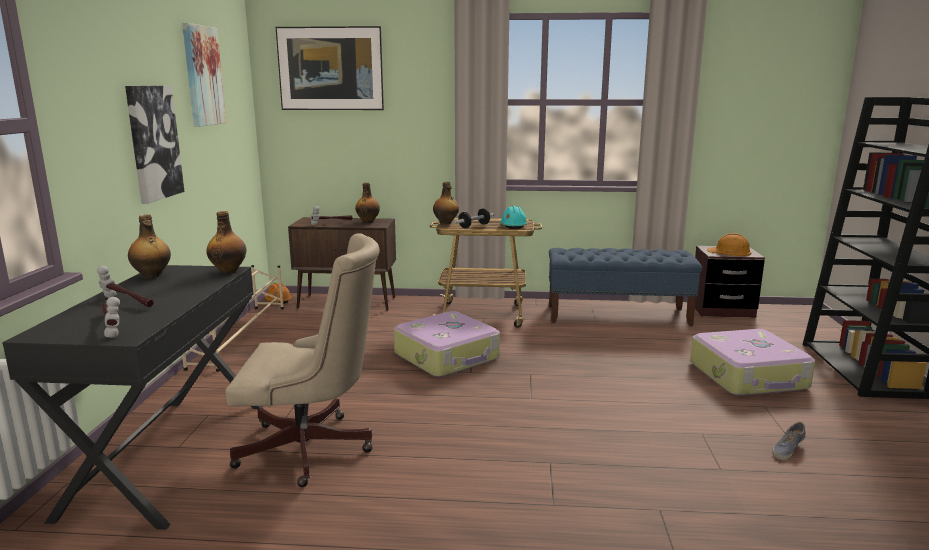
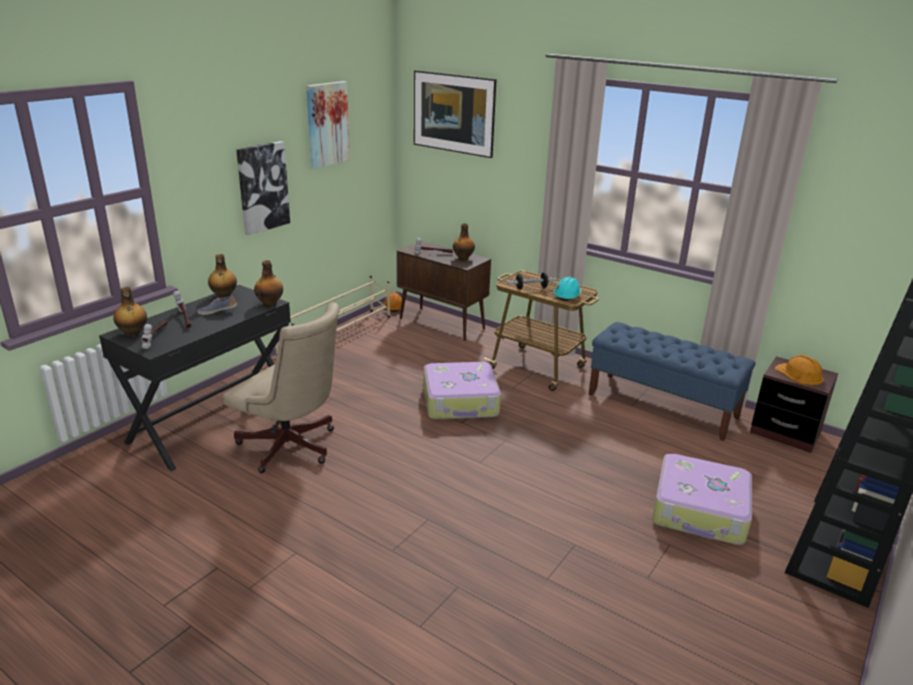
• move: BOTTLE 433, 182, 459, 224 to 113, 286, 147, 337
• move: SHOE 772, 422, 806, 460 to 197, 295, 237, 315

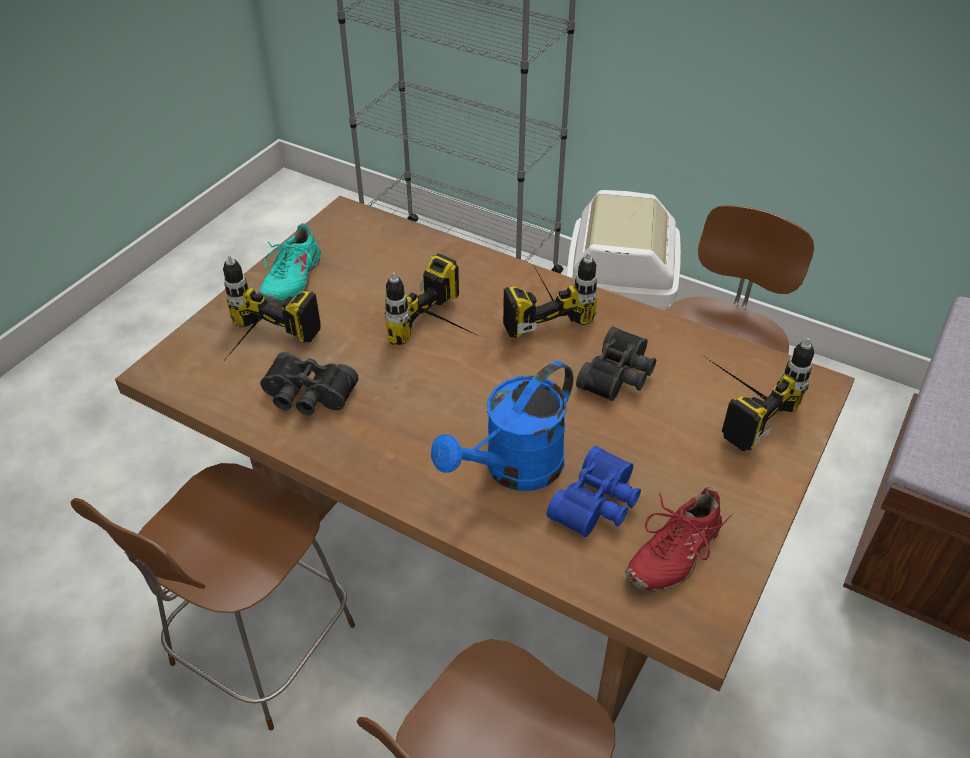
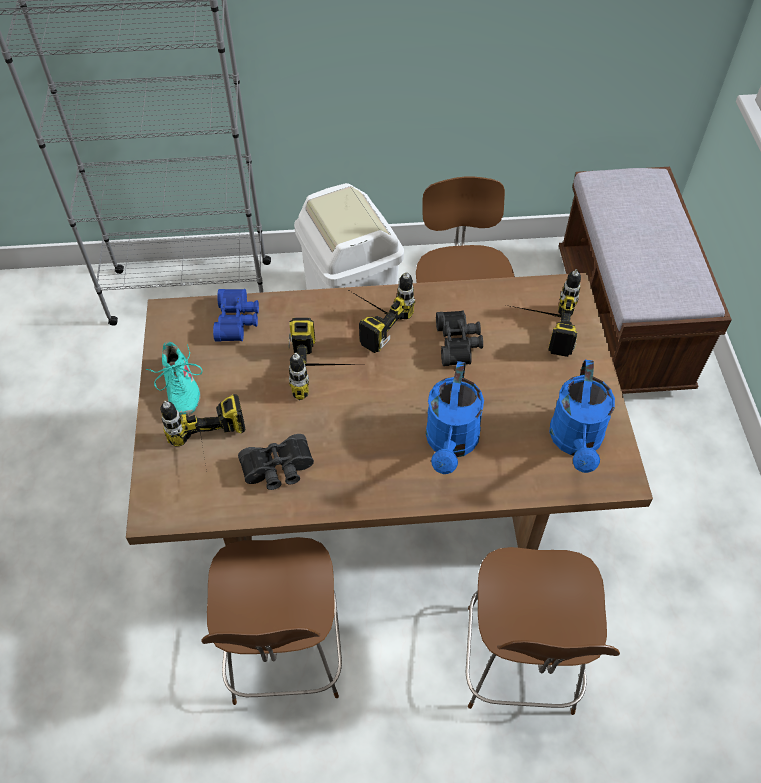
• move: BLUE BINOCULARS 547, 446, 641, 537 to 213, 289, 259, 342
• replace: RED SHOE 625, 487, 731, 591 to BLUE WATERING CAN 550, 360, 615, 473

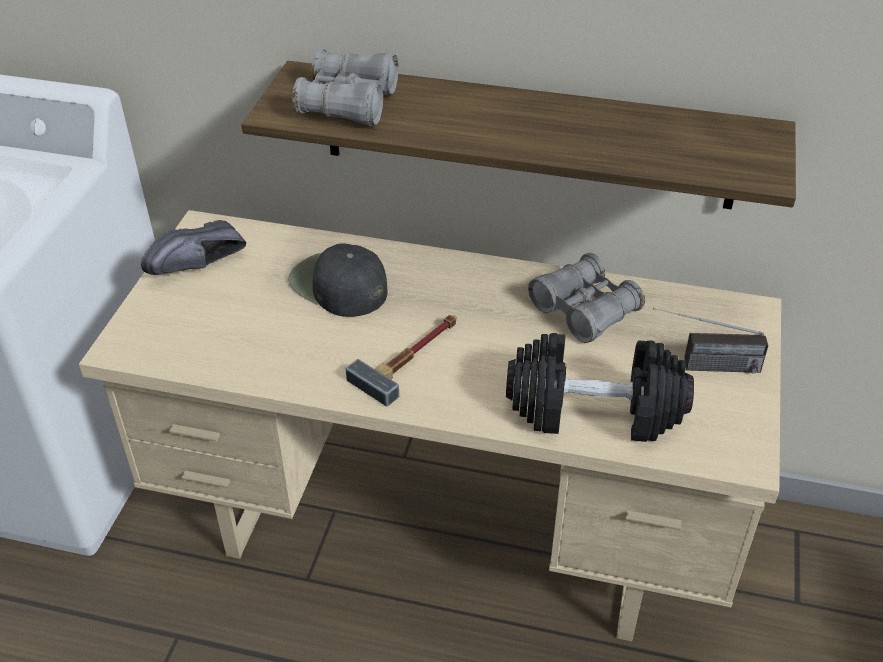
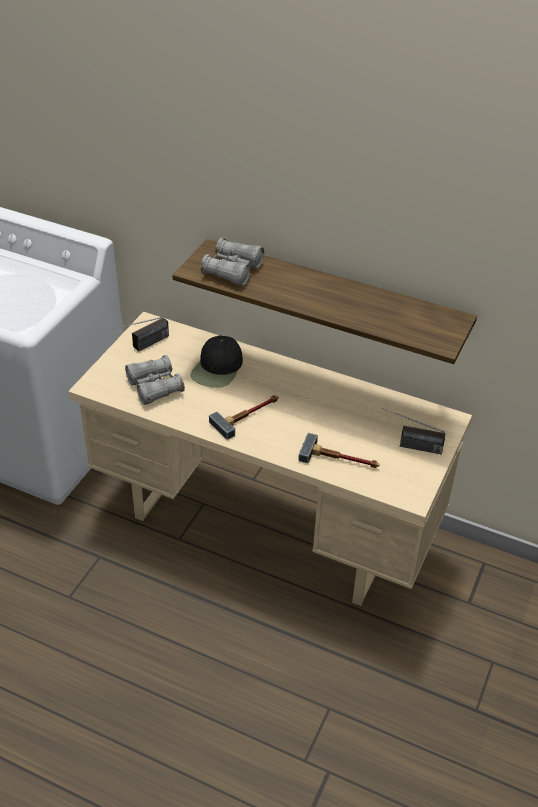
• replace: BLACK SHOE 141, 220, 246, 275 to RADIO 113, 317, 169, 351
• rotate: BLACK CAP 288, 243, 388, 317 = 191, 335, 243, 388 120 degrees counterclockwise
• replace: BLACK DUMBBELL 506, 333, 694, 442 to HAMMER 298, 433, 380, 468
• move: GREY BINOCULARS 528, 253, 645, 343 to 125, 355, 185, 405

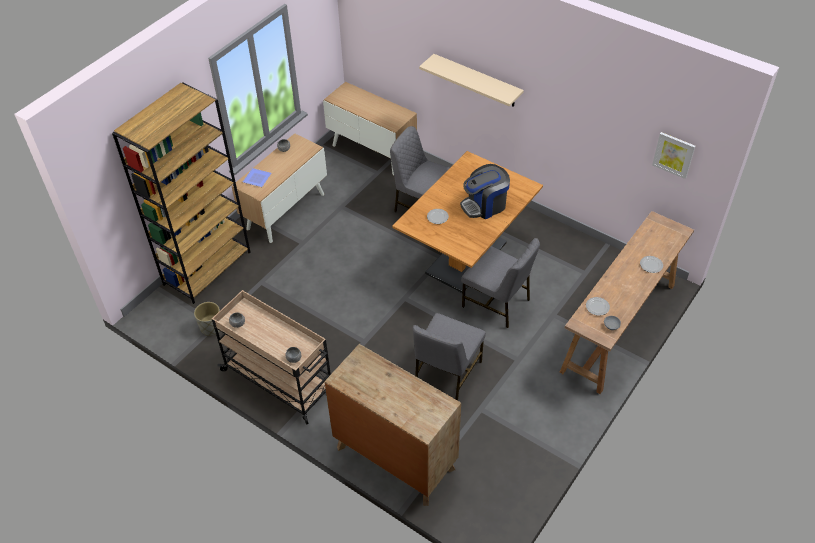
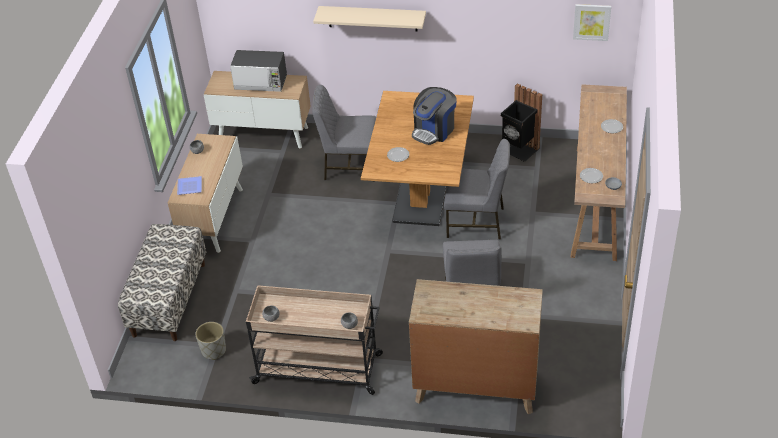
• replace: BROWN BOOKCASE 112, 83, 251, 304 to BENCH 118, 224, 206, 341
• insert: MICROWAVE 230, 50, 287, 92
• insert: BLACK TRASH CAN 501, 83, 542, 162

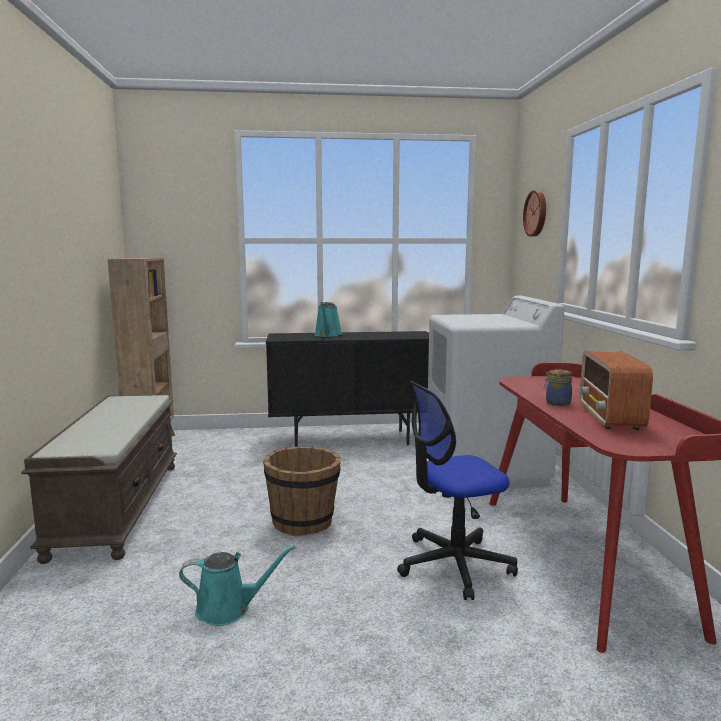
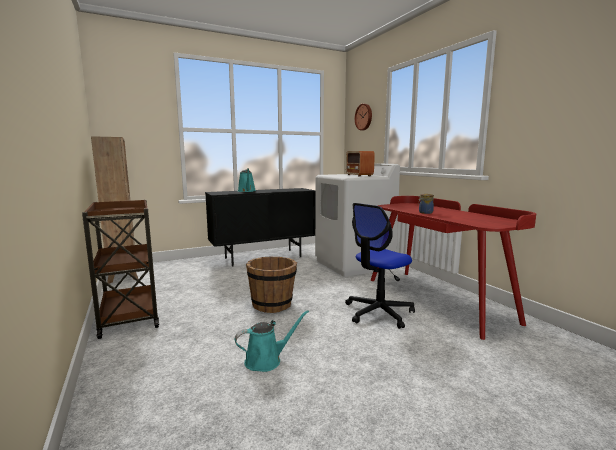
• replace: BROWN BENCH 21, 395, 177, 564 to BROWN CART 82, 200, 159, 339
• move: RADIO 580, 351, 653, 430 to 346, 151, 375, 177

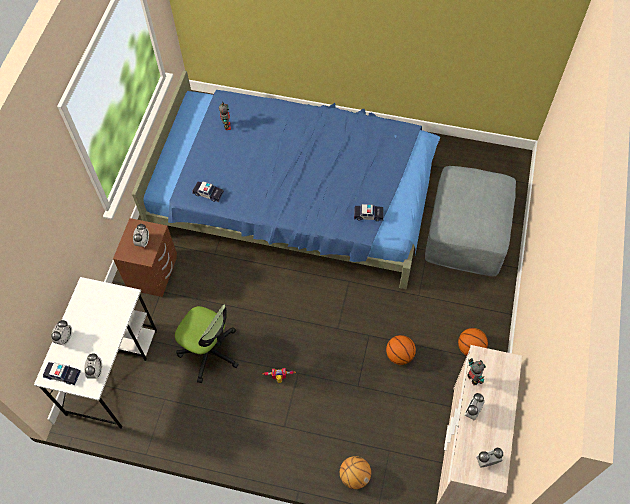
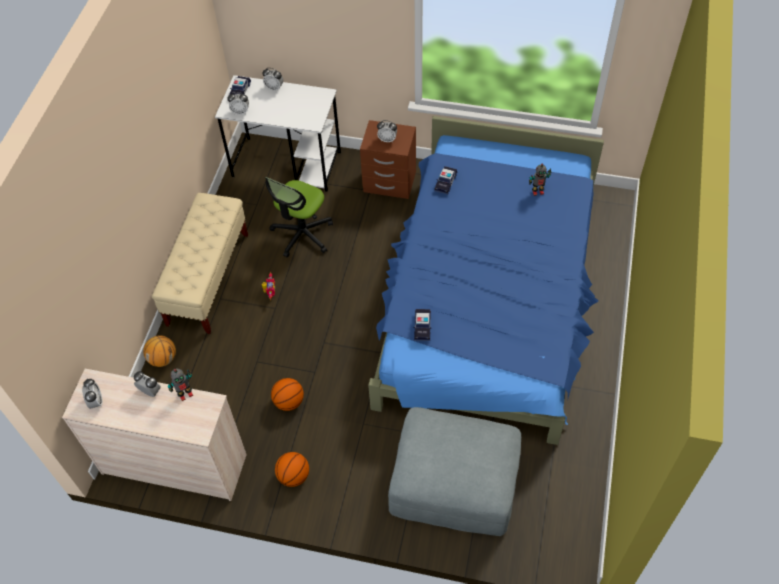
• insert: BEIGE BENCH 152, 193, 248, 334

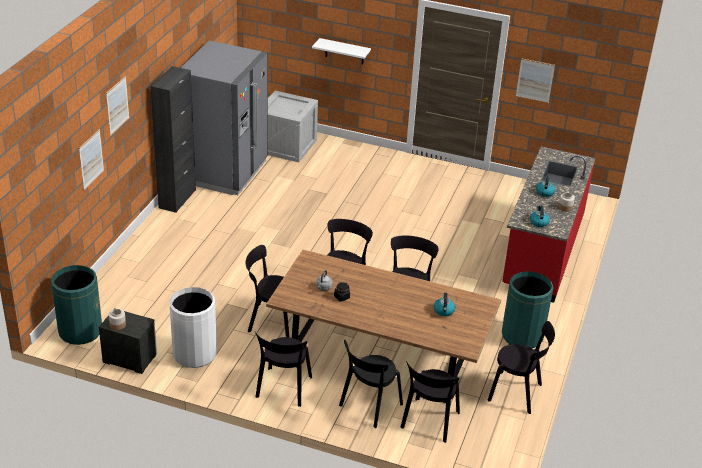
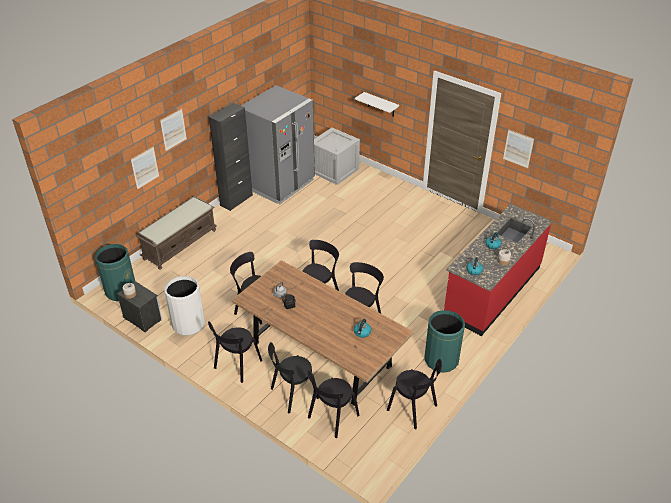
• insert: BROWN BENCH 136, 196, 217, 270

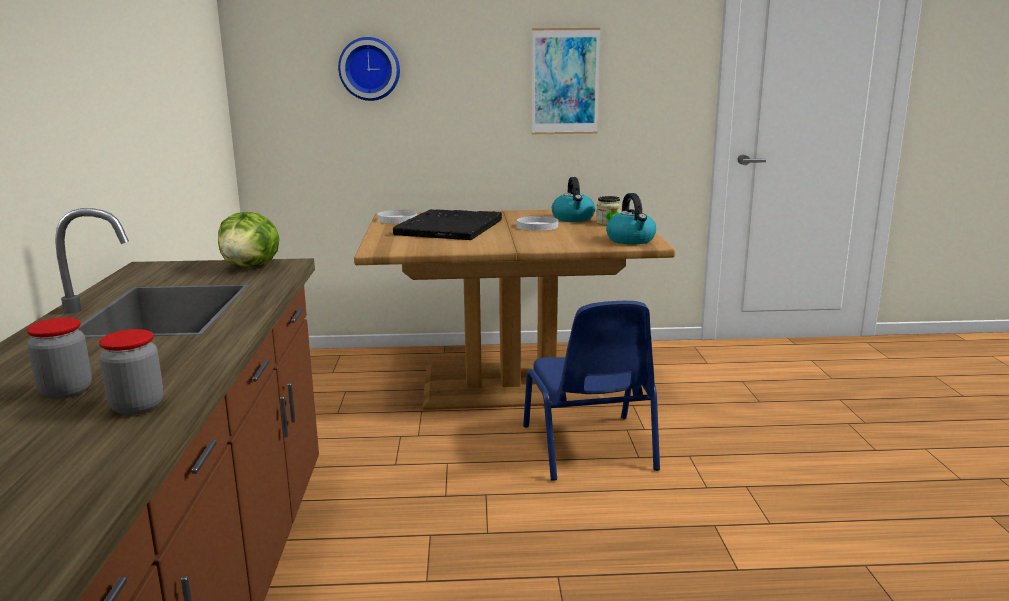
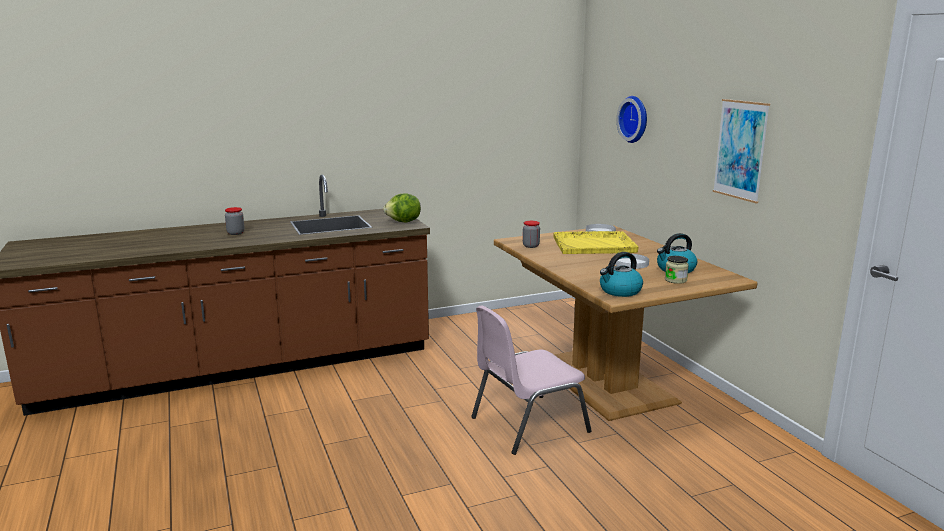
• move: JAR 99, 329, 164, 415 to 523, 221, 540, 248
• recolor: BLACK TRAY 393, 209, 502, 240 to YELLOW TRAY 554, 231, 638, 254
• recolor: BLUE CHAIR 523, 301, 660, 481 to PINK CHAIR 471, 306, 592, 455

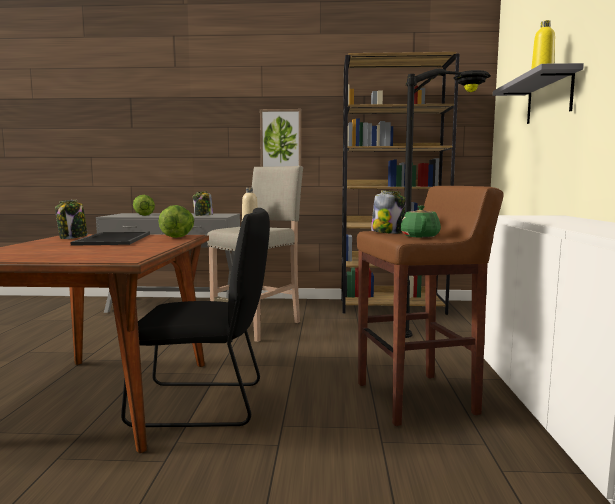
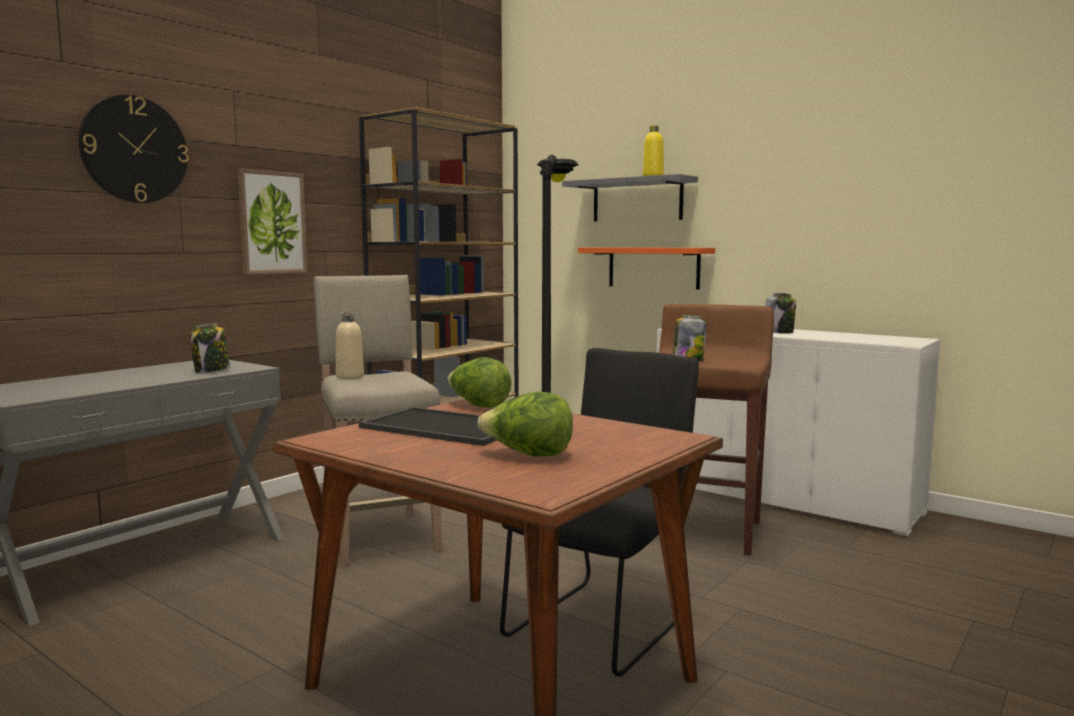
• move: JAR 55, 200, 88, 239 to 766, 293, 796, 334
• move: LETTUCE 133, 195, 155, 216 to 477, 391, 573, 456
• delete: GREEN TEAPOT 400, 205, 441, 238
• insert: WALL CLOCK 79, 94, 189, 203
• insert: ORANGE SHELF 578, 247, 715, 290

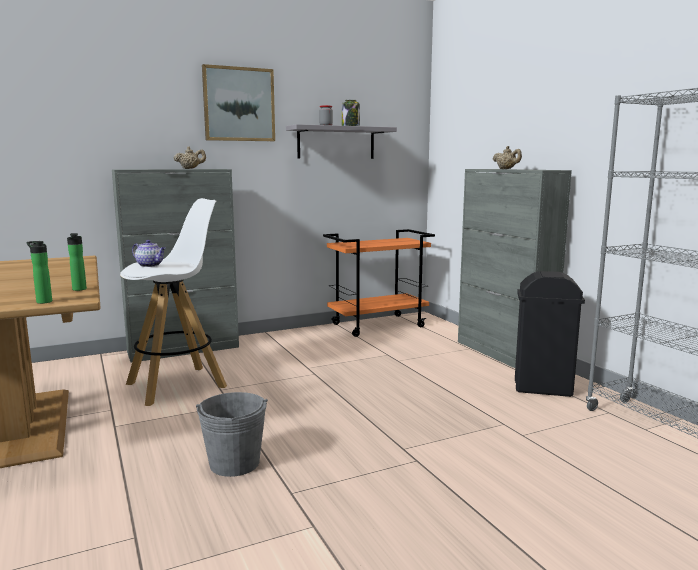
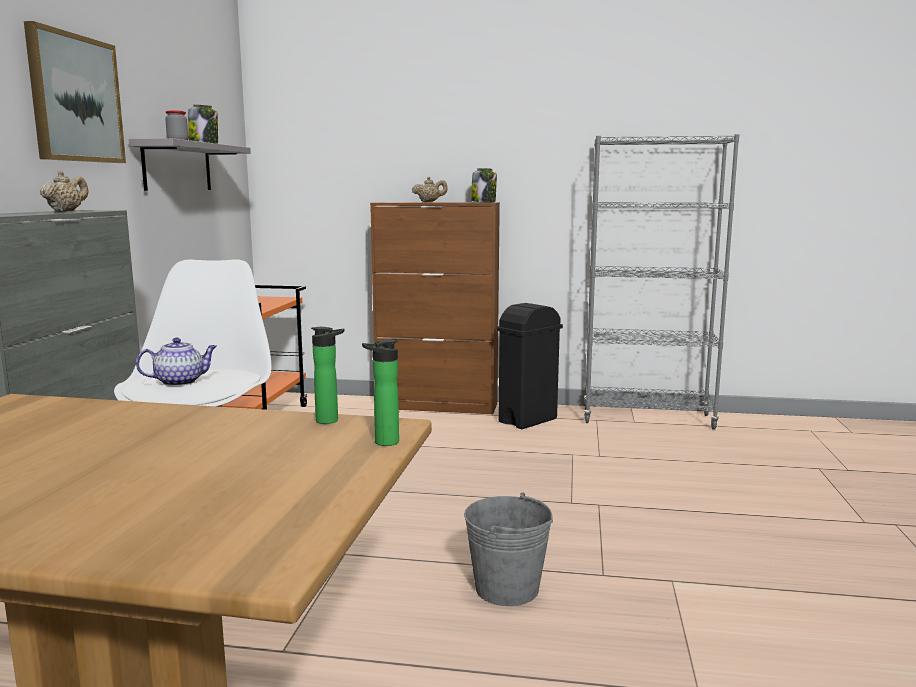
• recolor: GREY CABINET 458, 169, 572, 368 to BROWN CABINET 370, 202, 500, 414
• insert: JAR 471, 168, 497, 202

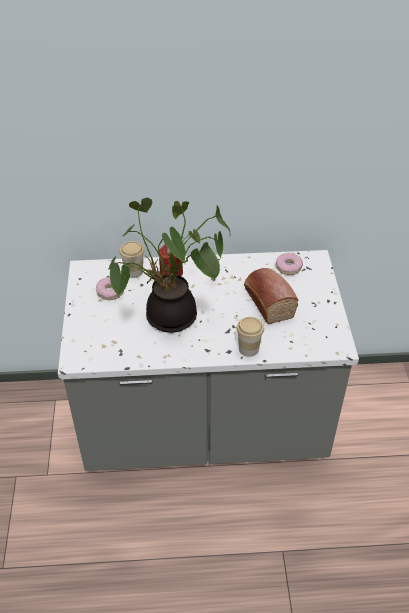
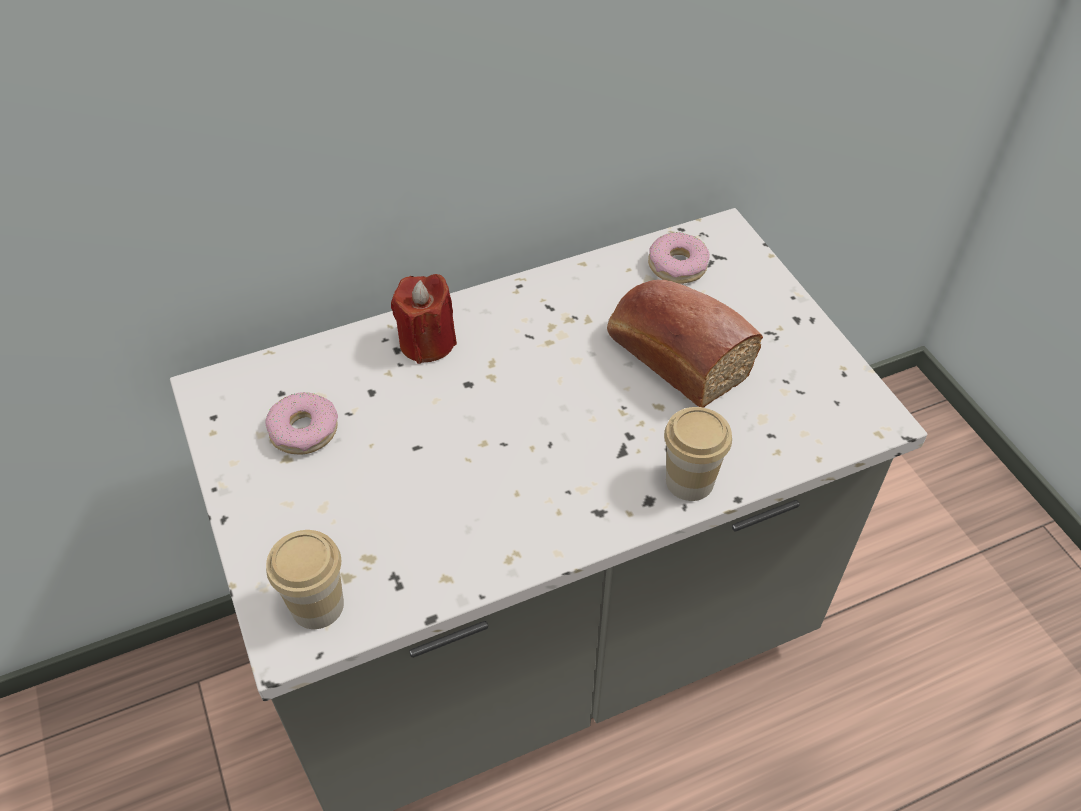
• delete: POTTED PLANT 108, 198, 230, 333
• move: CUP 120, 241, 144, 278 to 266, 530, 344, 629

